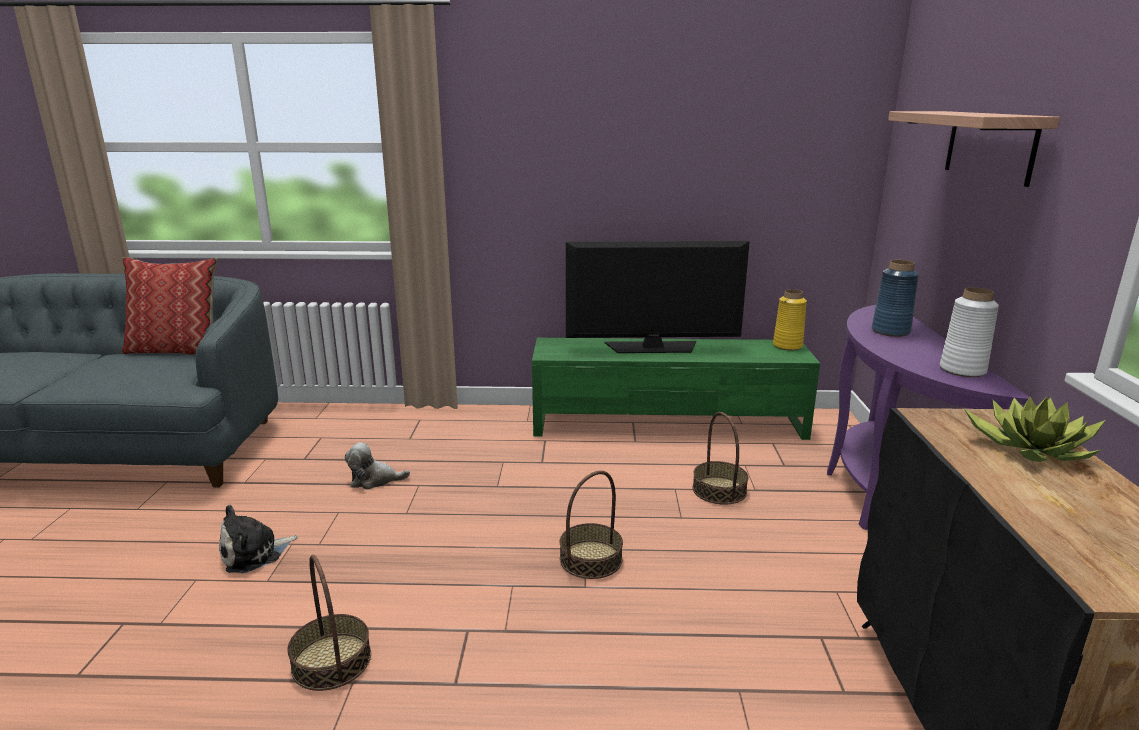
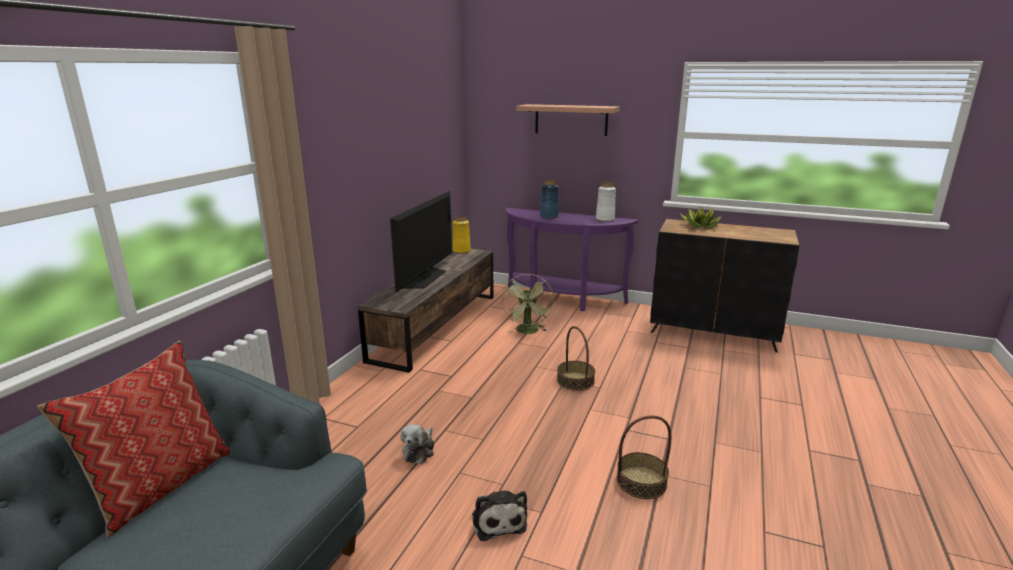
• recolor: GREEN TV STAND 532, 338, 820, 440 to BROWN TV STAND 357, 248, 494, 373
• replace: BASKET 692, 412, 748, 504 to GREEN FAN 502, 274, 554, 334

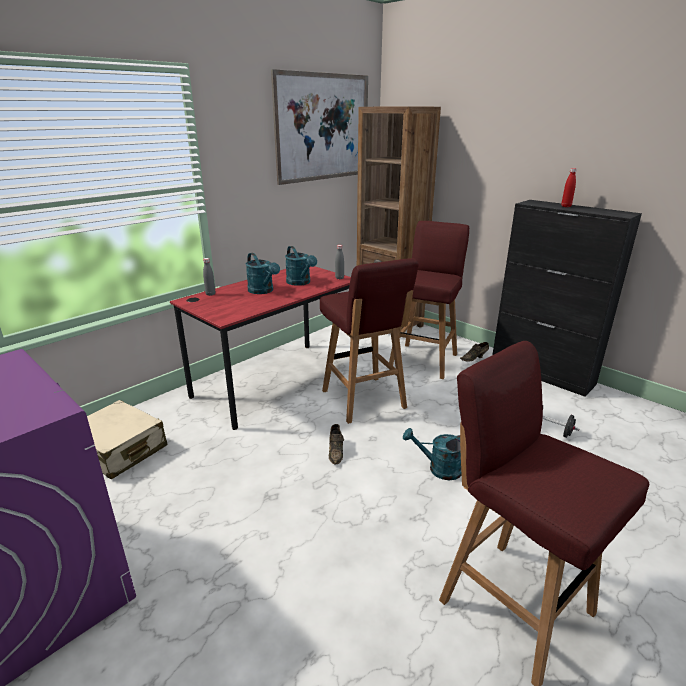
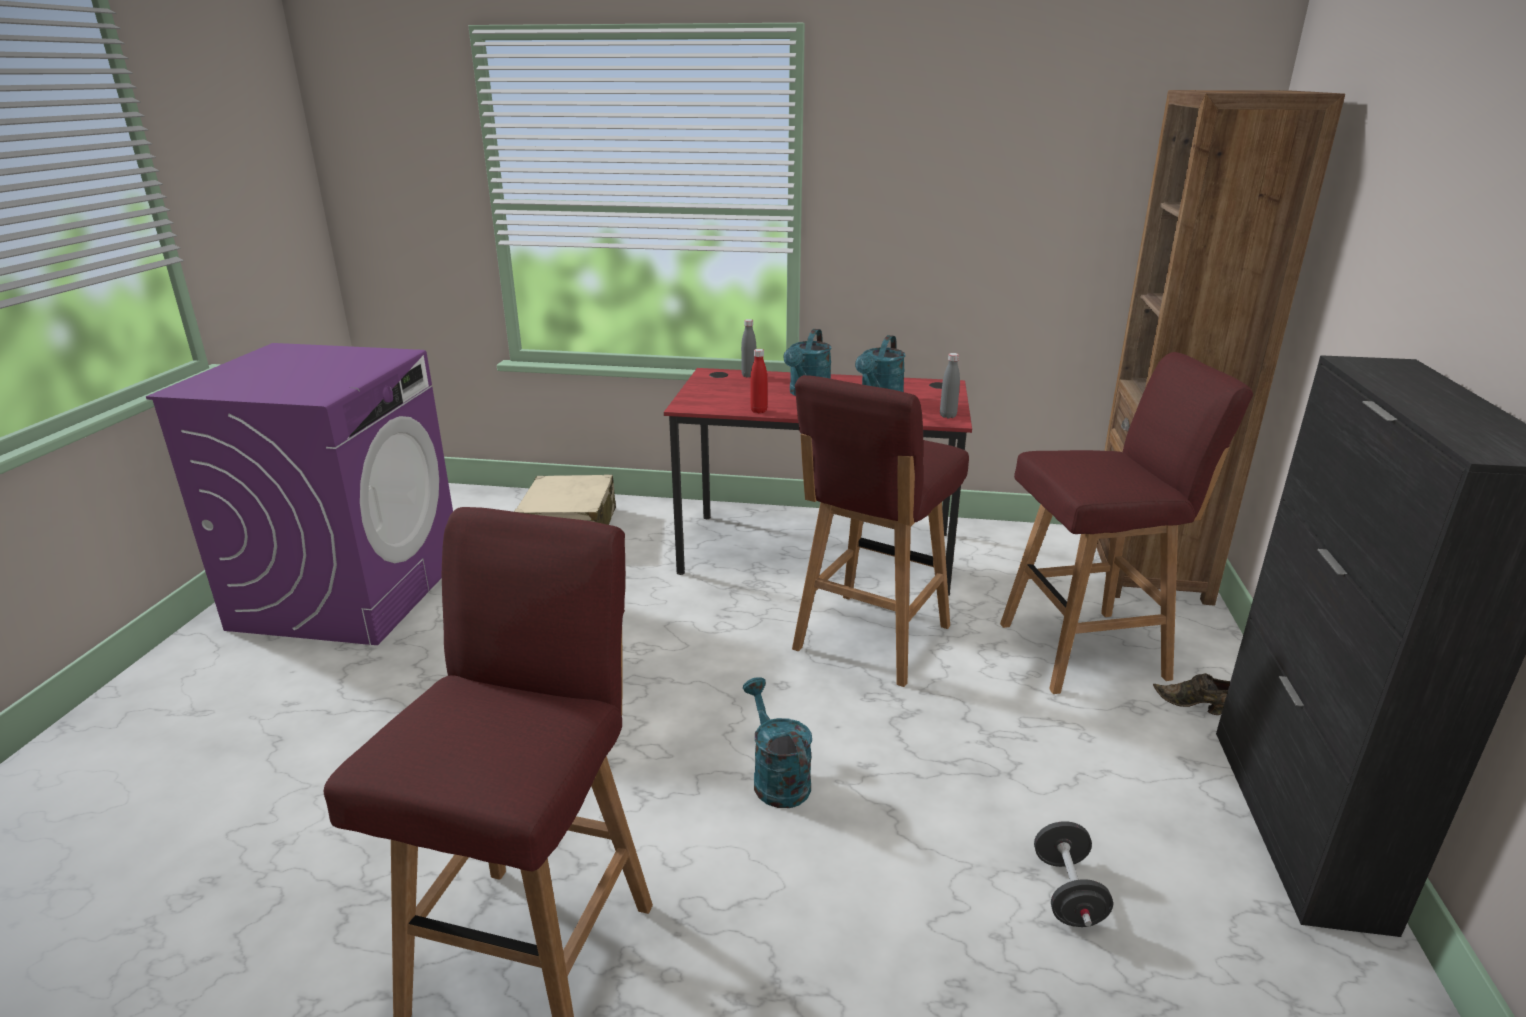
• delete: PICTURE 271, 69, 368, 185
• delete: BROWN SHOE 329, 424, 344, 465
• move: RED BOTTLE 561, 168, 577, 207 to 751, 349, 768, 413

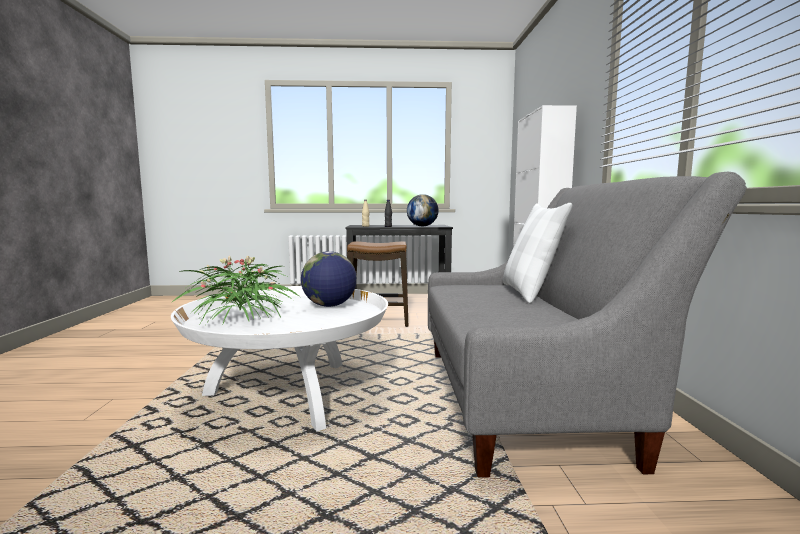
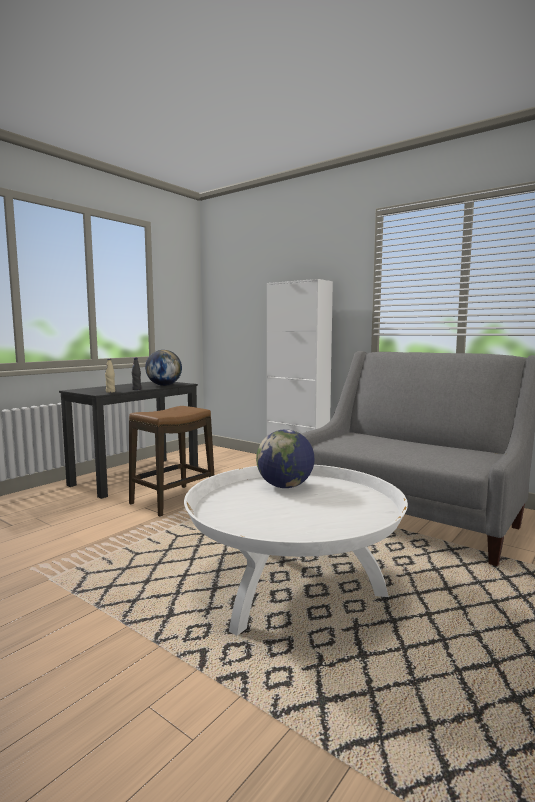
• delete: POTTED PLANT 171, 256, 300, 326
• delete: WHITE PILLOW 503, 203, 572, 303

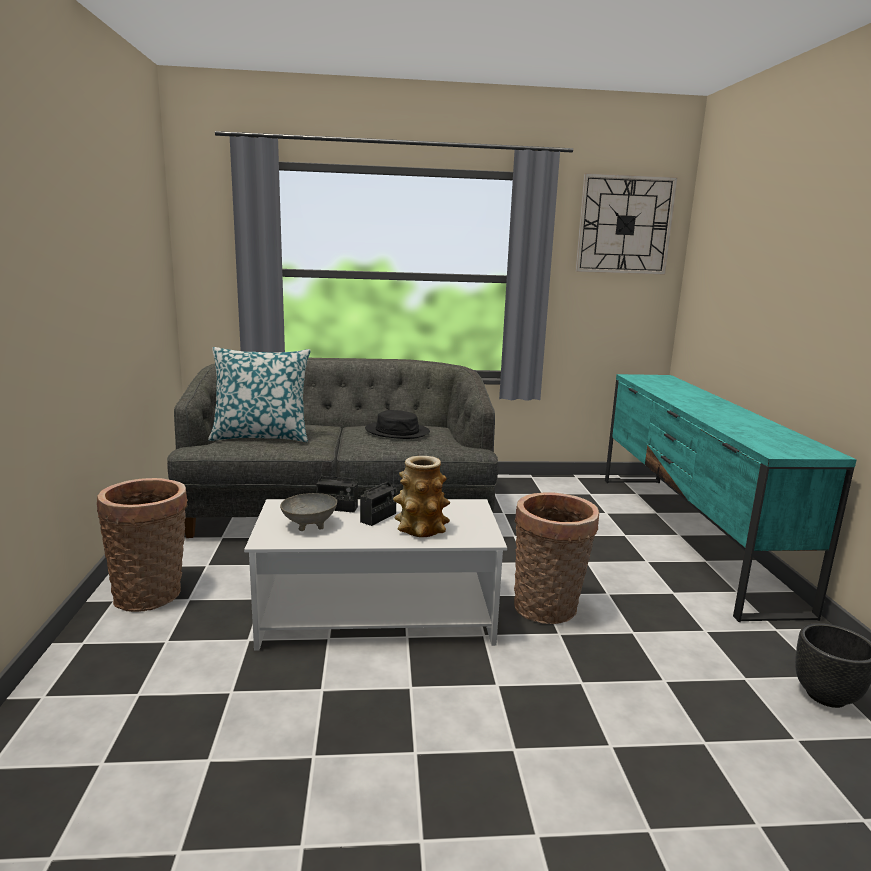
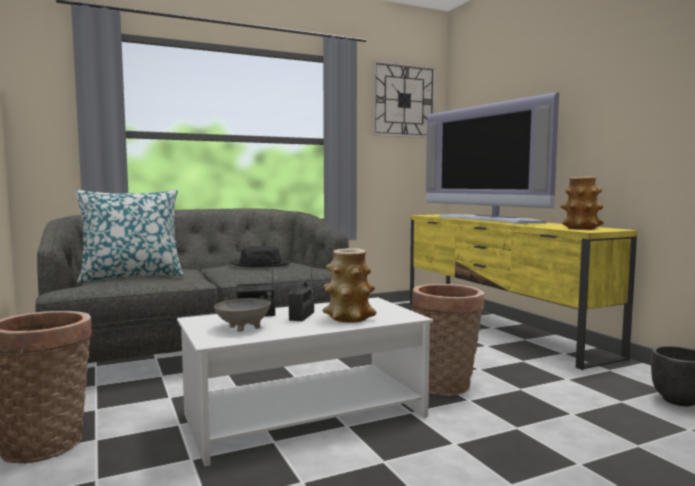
• recolor: TURQUOISE TV STAND 605, 374, 857, 622 to YELLOW TV STAND 410, 214, 638, 370
• insert: TELEVISION 426, 92, 559, 224
• insert: VASE 560, 177, 604, 230

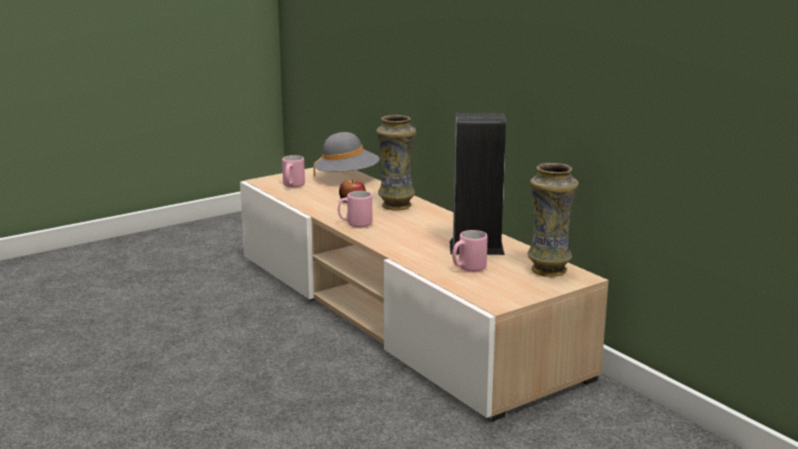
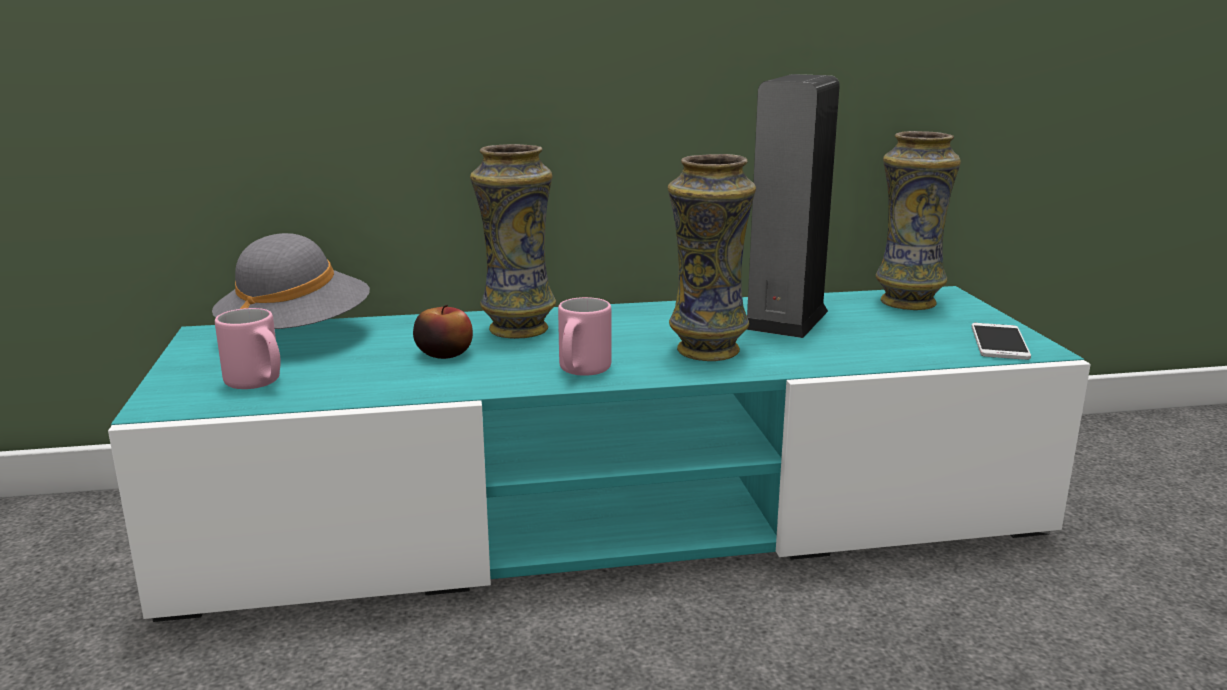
• recolor: BEIGE TV STAND 240, 167, 609, 422 to TURQUOISE TV STAND 108, 286, 1091, 622
• delete: PINK MUG 452, 230, 488, 272
• insert: VASE 668, 154, 756, 361
• insert: PHONE 971, 323, 1031, 360

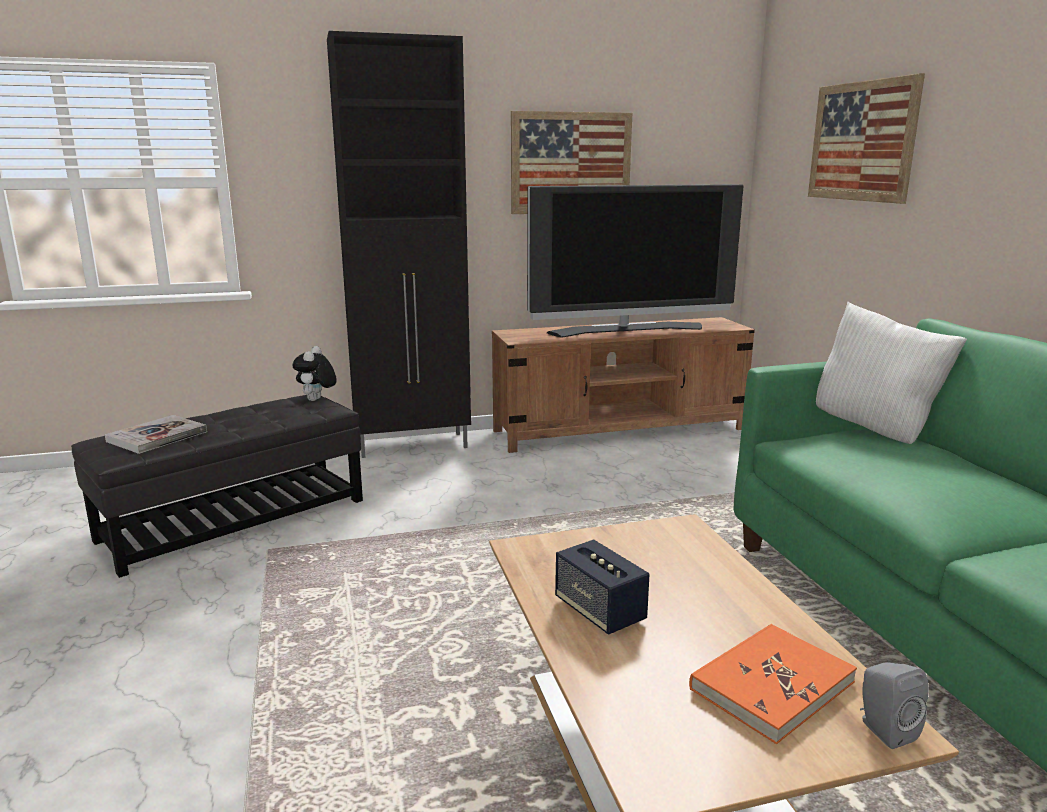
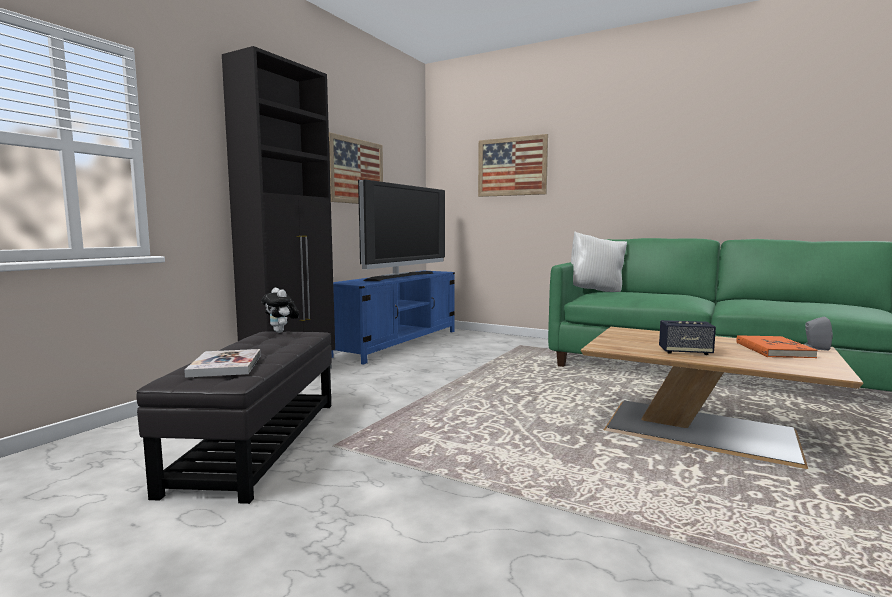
• recolor: BROWN TV STAND 492, 317, 755, 453 to BLUE TV STAND 332, 271, 455, 365

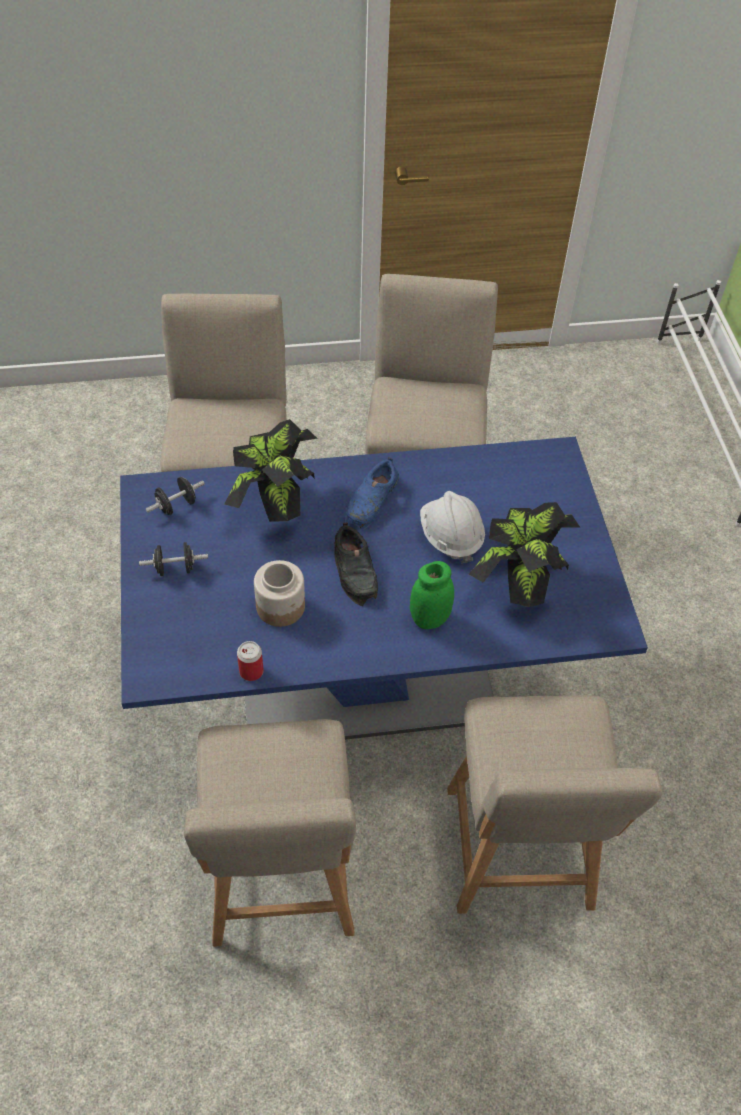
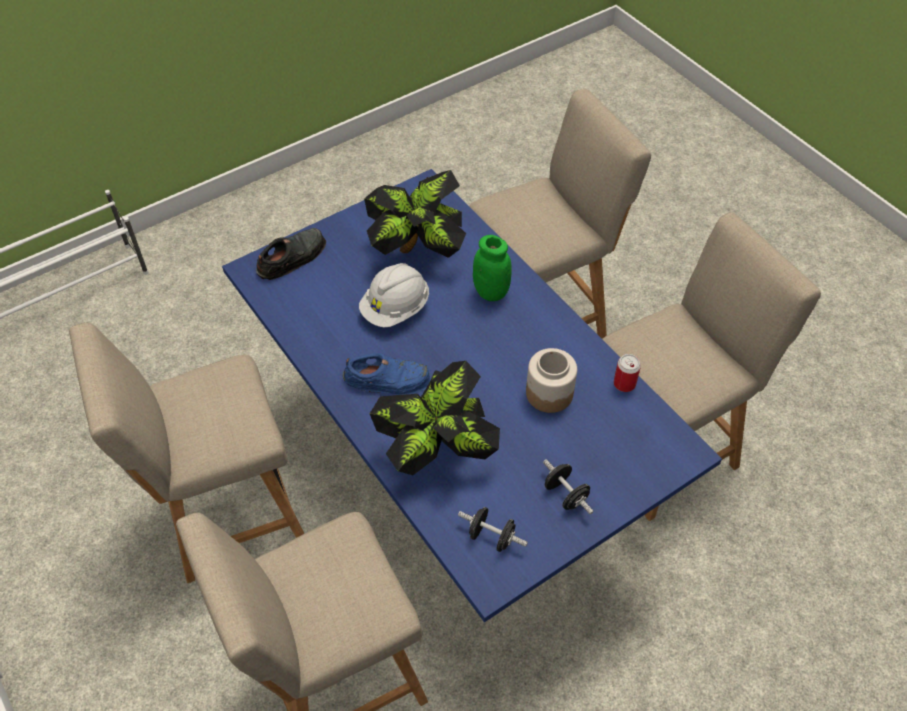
• move: BLACK SHOE 334, 523, 378, 606 to 256, 228, 326, 280

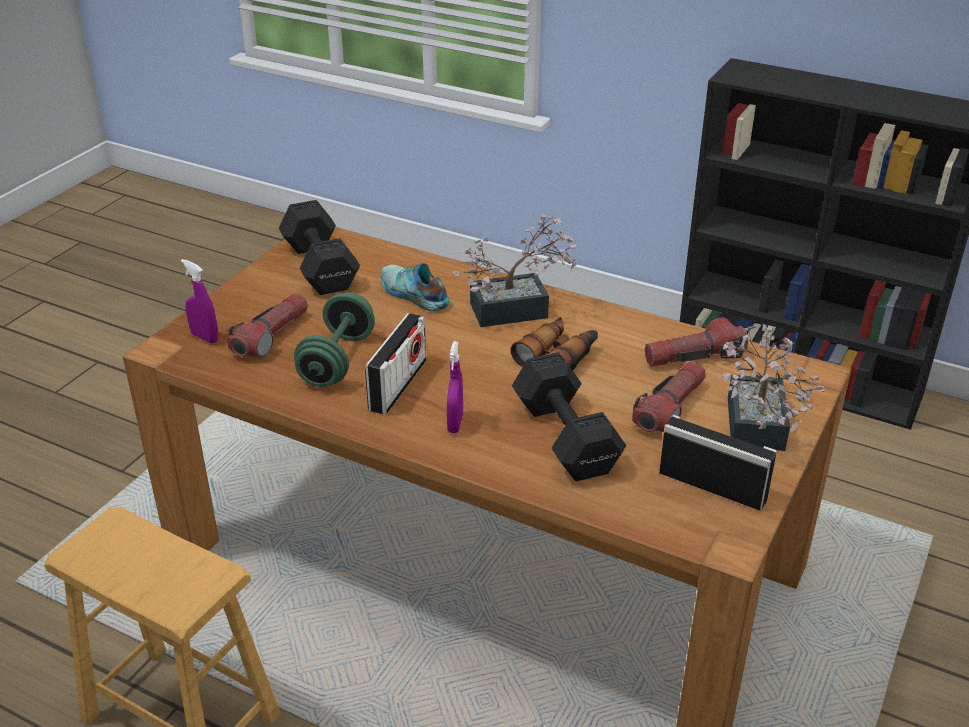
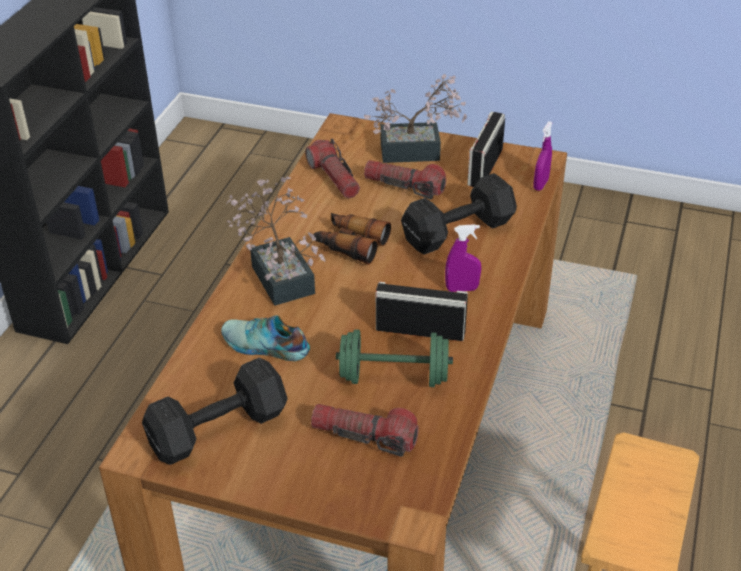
• move: PURPLE SPRAY BOTTLE 181, 259, 218, 343 to 533, 121, 553, 191
• rotate: SHOE 381, 263, 449, 311 = 221, 315, 310, 361 75 degrees clockwise

